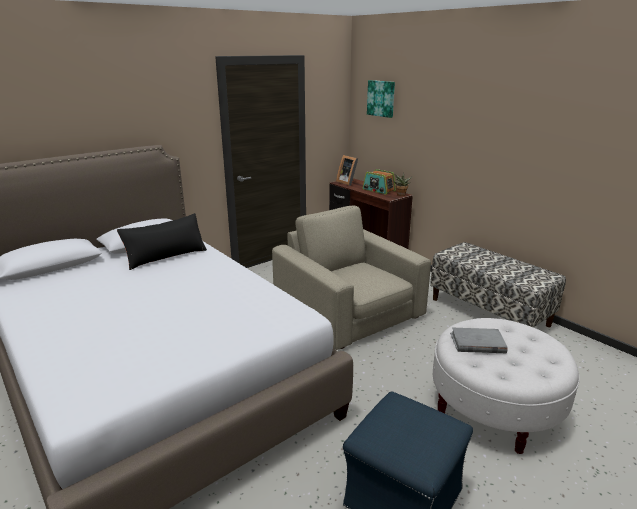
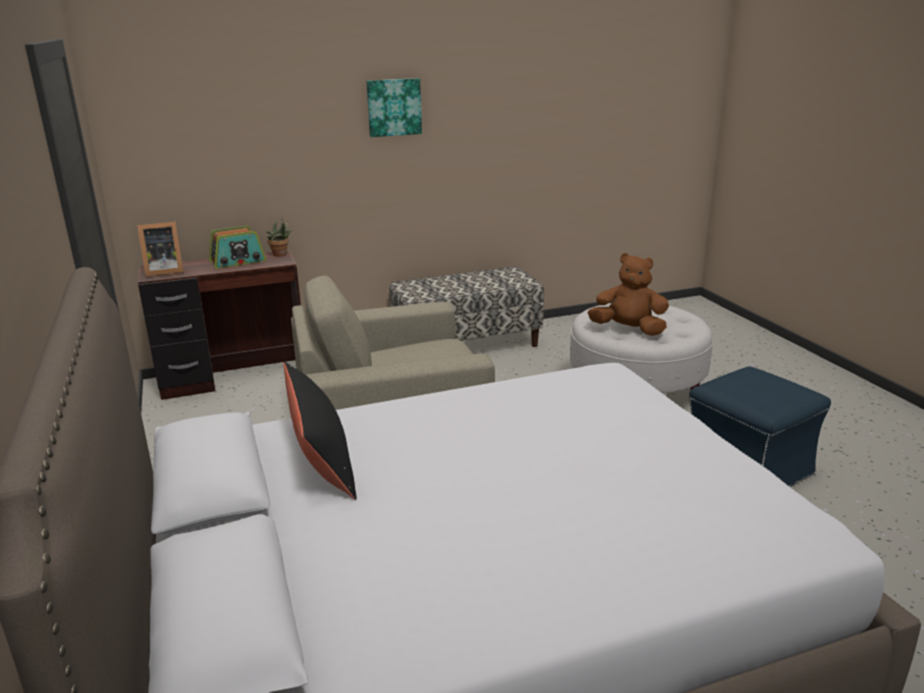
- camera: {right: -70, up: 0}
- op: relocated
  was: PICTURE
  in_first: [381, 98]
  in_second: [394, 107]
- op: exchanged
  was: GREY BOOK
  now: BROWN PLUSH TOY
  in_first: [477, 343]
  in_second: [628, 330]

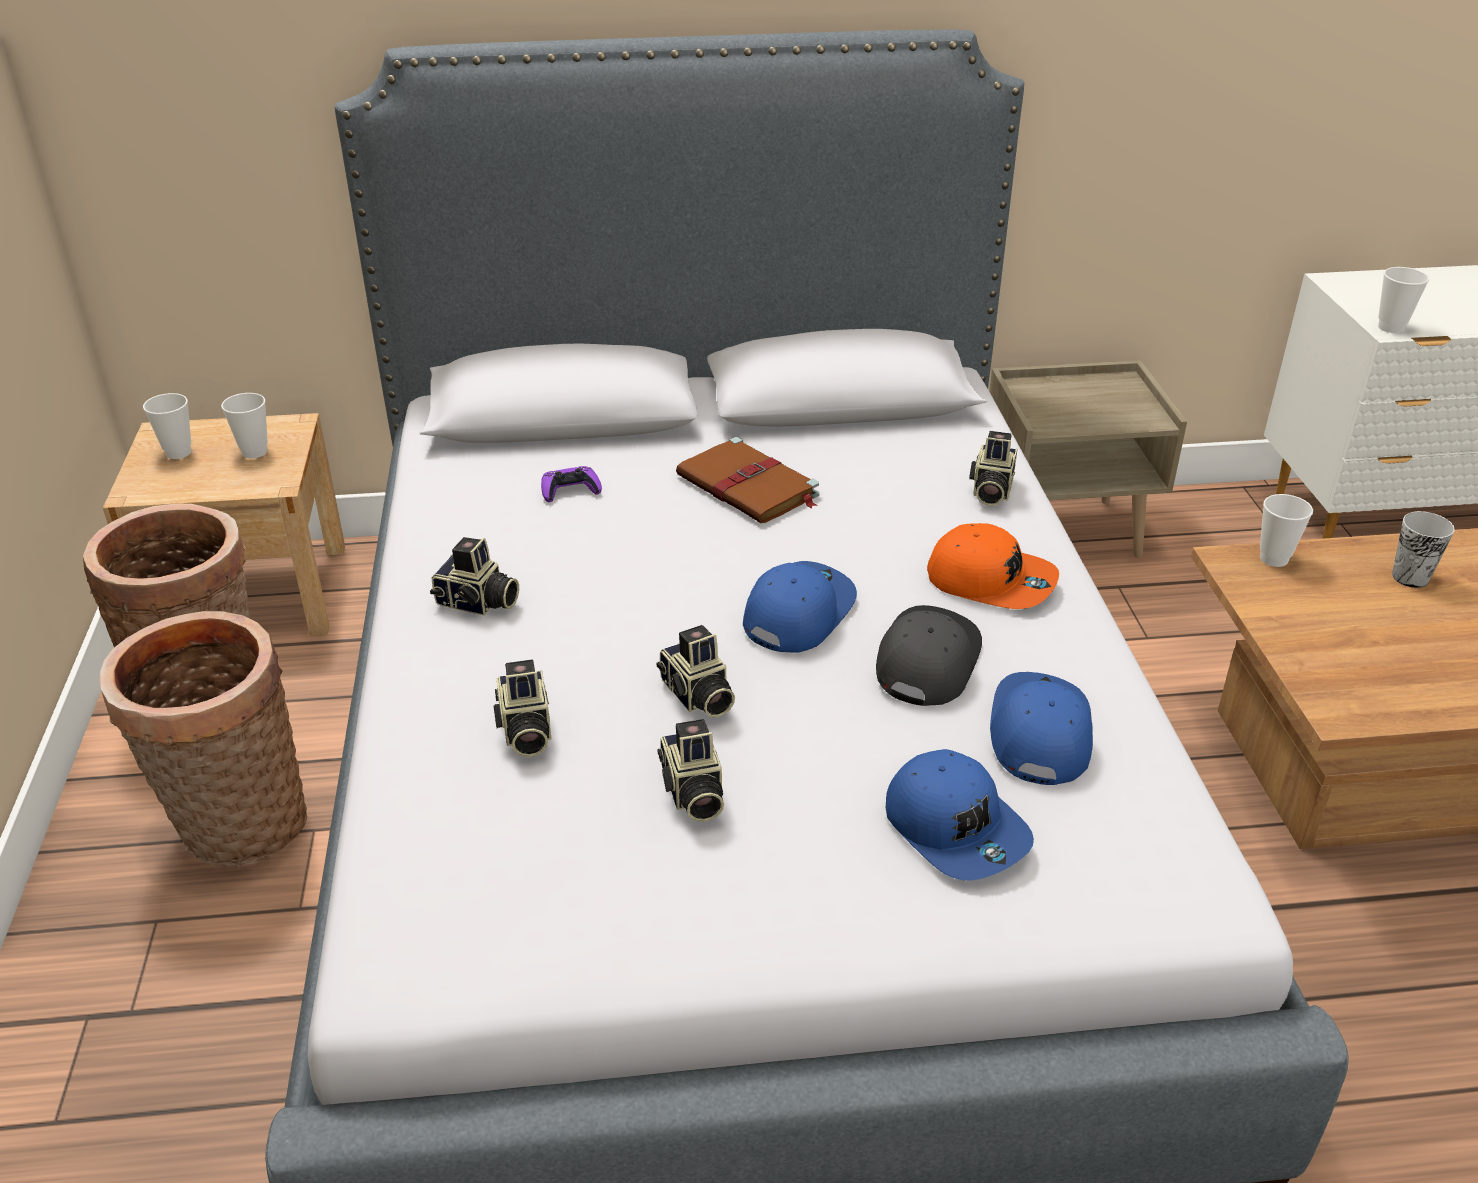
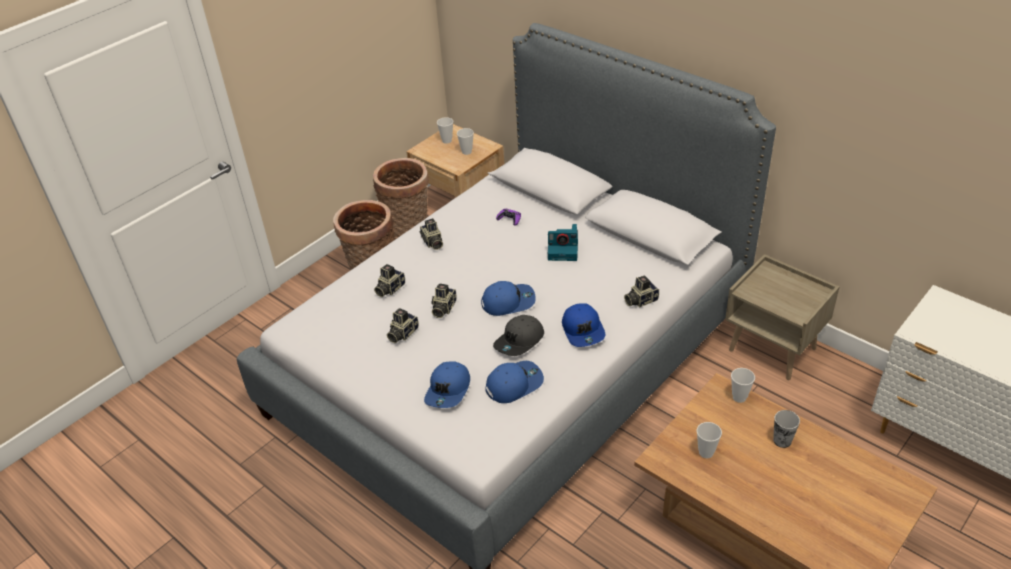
- camera: {right: 50, up: 5}
- op: relocated
  was: CUP
  in_first: [1391, 327]
  in_second: [706, 452]
- op: exchanged
  was: BROWN BOOK
  now: PHOTO CAMERA
  in_first: [749, 487]
  in_second: [564, 250]
- op: colour
  was: ORANGE CAP
  now: BLUE CAP
  in_first: [991, 580]
  in_second: [583, 330]
- op: spun
  was: GREY CAP
  in_first: [926, 661]
  in_second: [520, 341]
  clockwise: 150

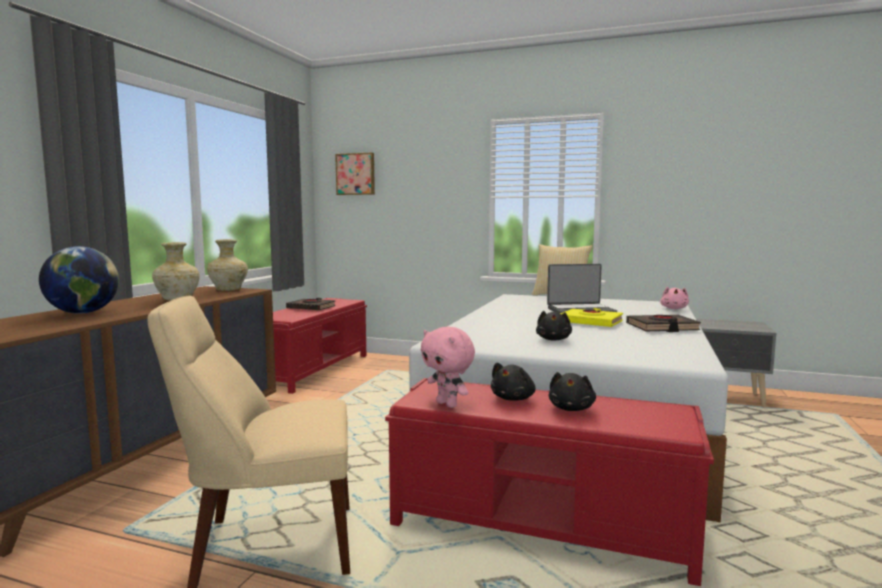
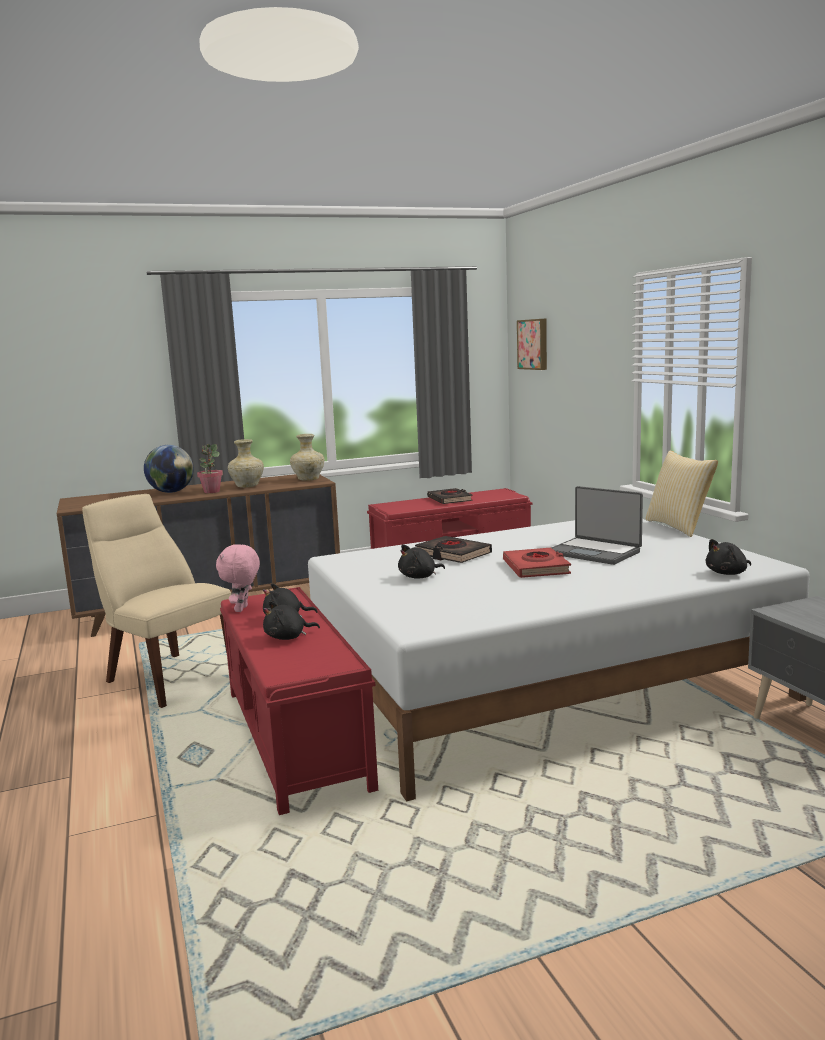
- camera: {right: 50, up: 5}
- op: appeared
  now: POTTED PLANT
  in_second: [211, 491]
- op: relocated
  was: BLACK BOOK
  in_first: [662, 328]
  in_second: [453, 554]
- op: colour
  was: YELLOW BOOK
  now: RED BOOK
  in_first: [590, 322]
  in_second: [536, 568]
- op: colour
  was: PINK PLUSH TOY
  now: BLACK PLUSH TOY
  in_first: [674, 308]
  in_second: [728, 573]

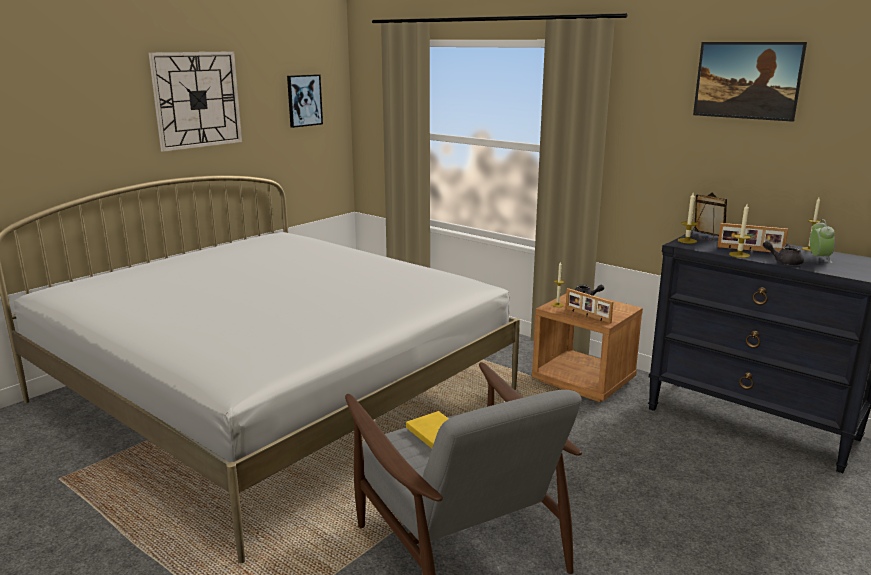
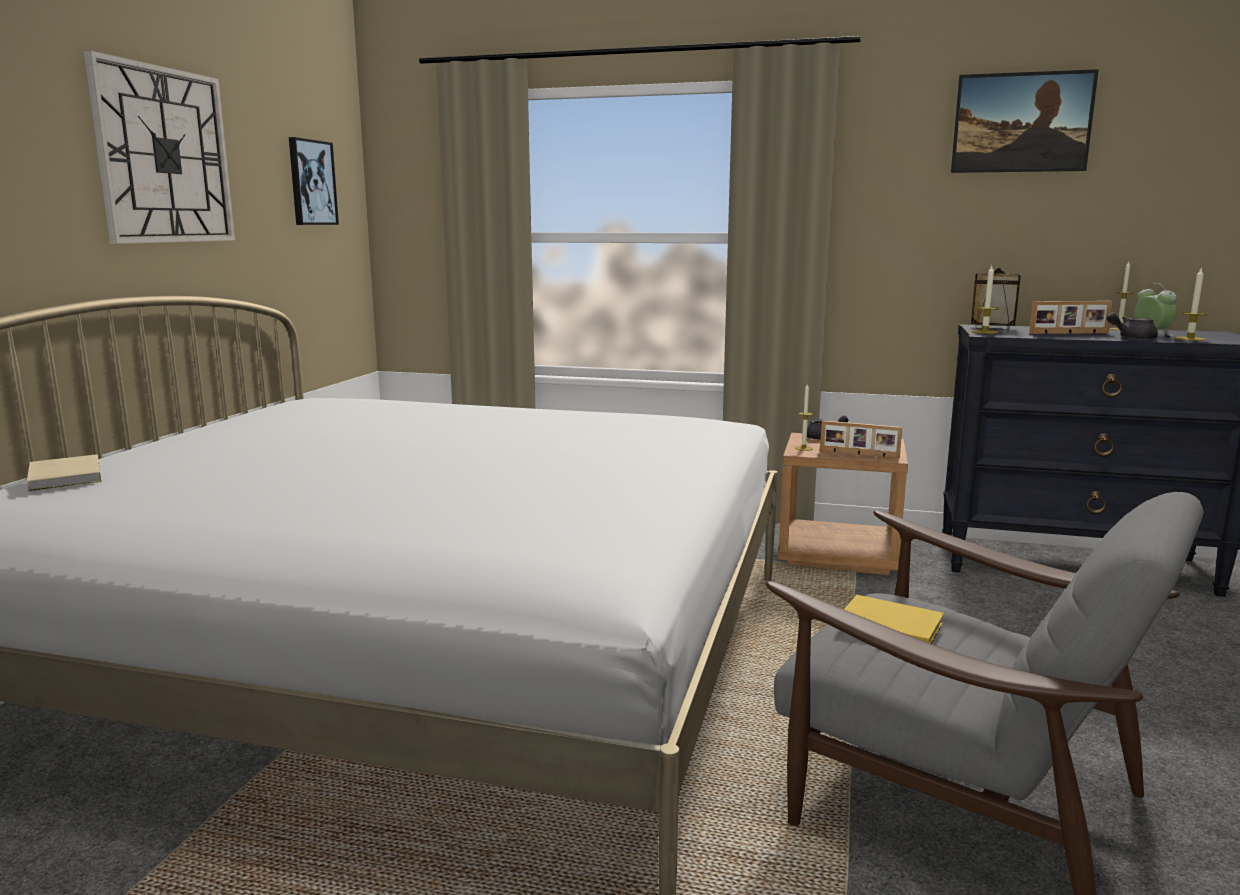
- camera: {right: -25, up: -5}
- op: appeared
  now: BEIGE BOOK
  in_second: [67, 476]
- op: relocated
  was: CANDLE
  in_first: [739, 255]
  in_second: [1190, 339]

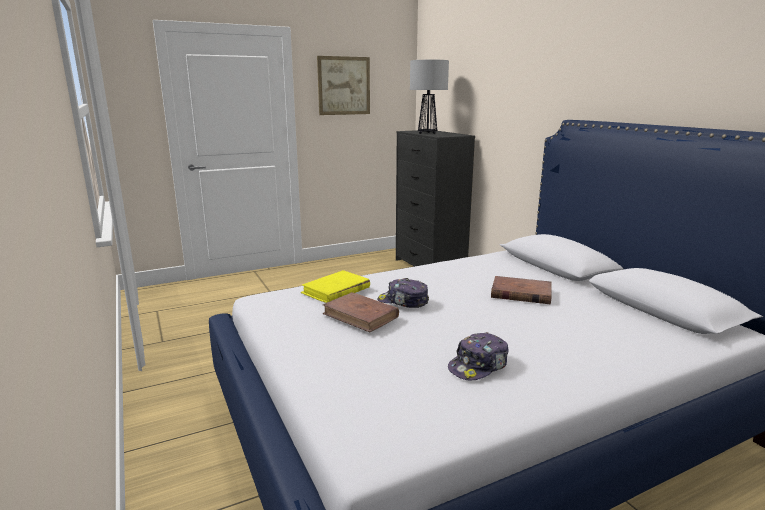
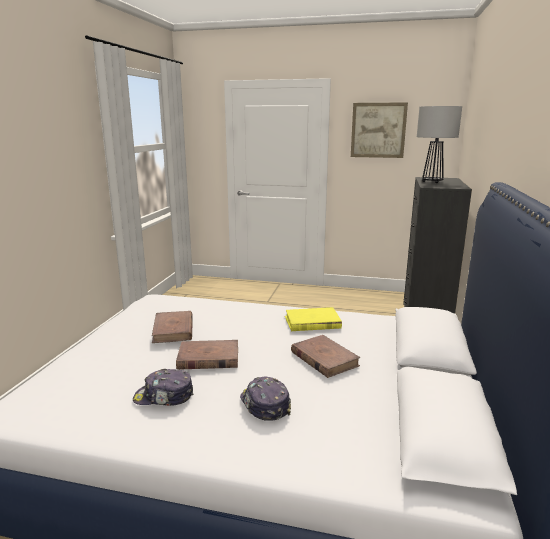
- camera: {right: 40, up: 0}
- op: appeared
  now: BROWN BOOK
  in_second: [208, 358]
- op: relocated
  was: YELLOW BOOK
  in_first: [336, 290]
  in_second: [312, 322]
- op: relocated
  was: CAP
  in_first: [403, 302]
  in_second: [264, 405]

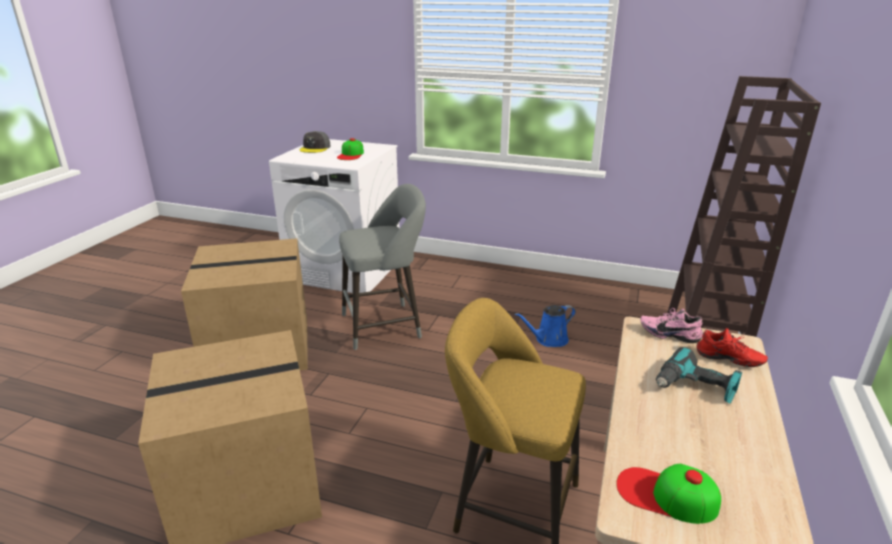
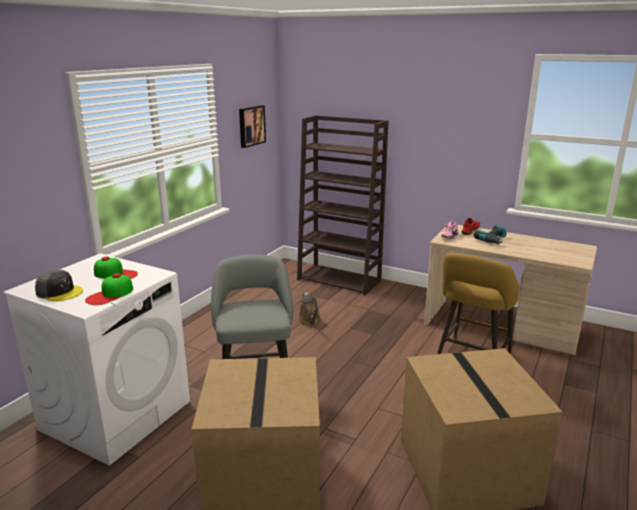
- camera: {right: -80, up: -5}
- op: appeared
  now: PICTURE
  in_second: [251, 126]
- op: relocated
  was: CAP
  in_first: [666, 495]
  in_second: [110, 294]
- op: colour
  was: BLUE WATERING CAN
  now: BROWN WATERING CAN
  in_first: [549, 340]
  in_second: [310, 322]

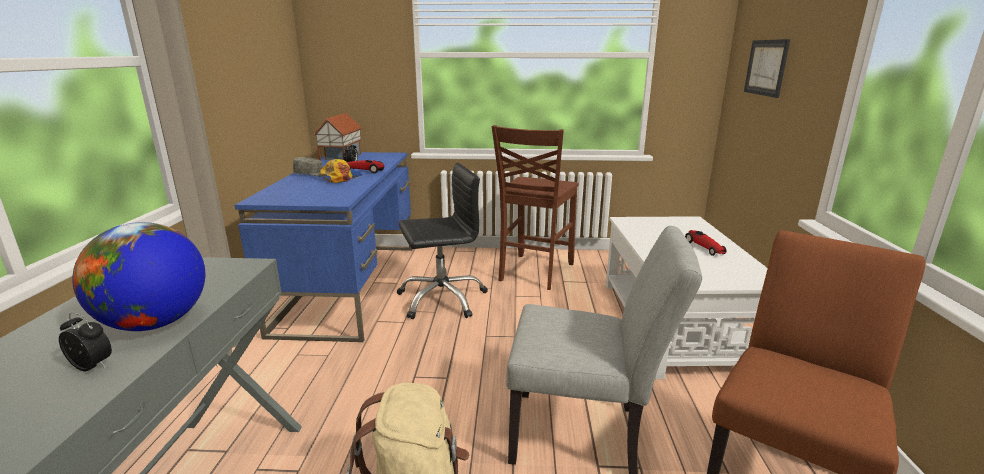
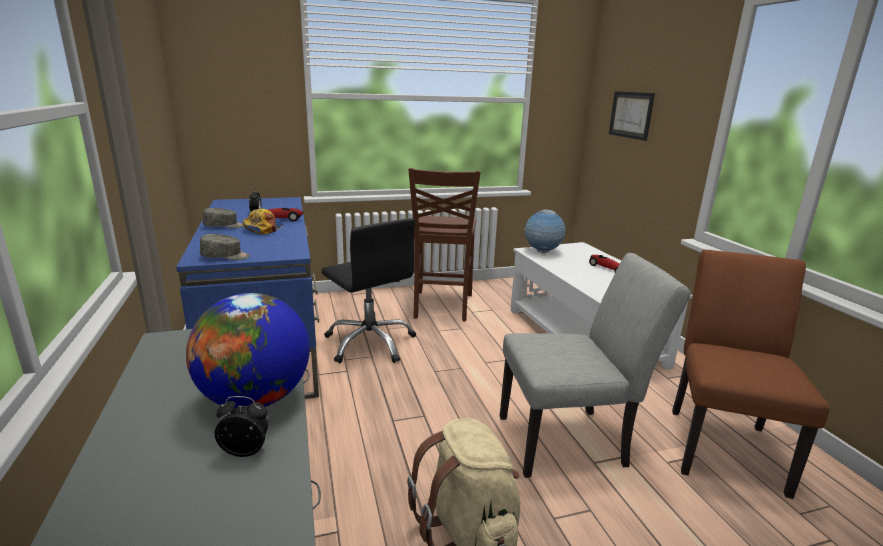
- camera: {right: -20, up: 0}
- op: missing
  was: TOY HOUSE
  in_first: [340, 157]
- op: appeared
  now: GREY CAP
  in_second: [225, 257]
- op: appeared
  now: GLOBE
  in_second: [542, 252]
- op: spun
  was: BLACK OFFICE CHAIR
  in_first: [442, 299]
  in_second: [370, 343]
  clockwise: 90

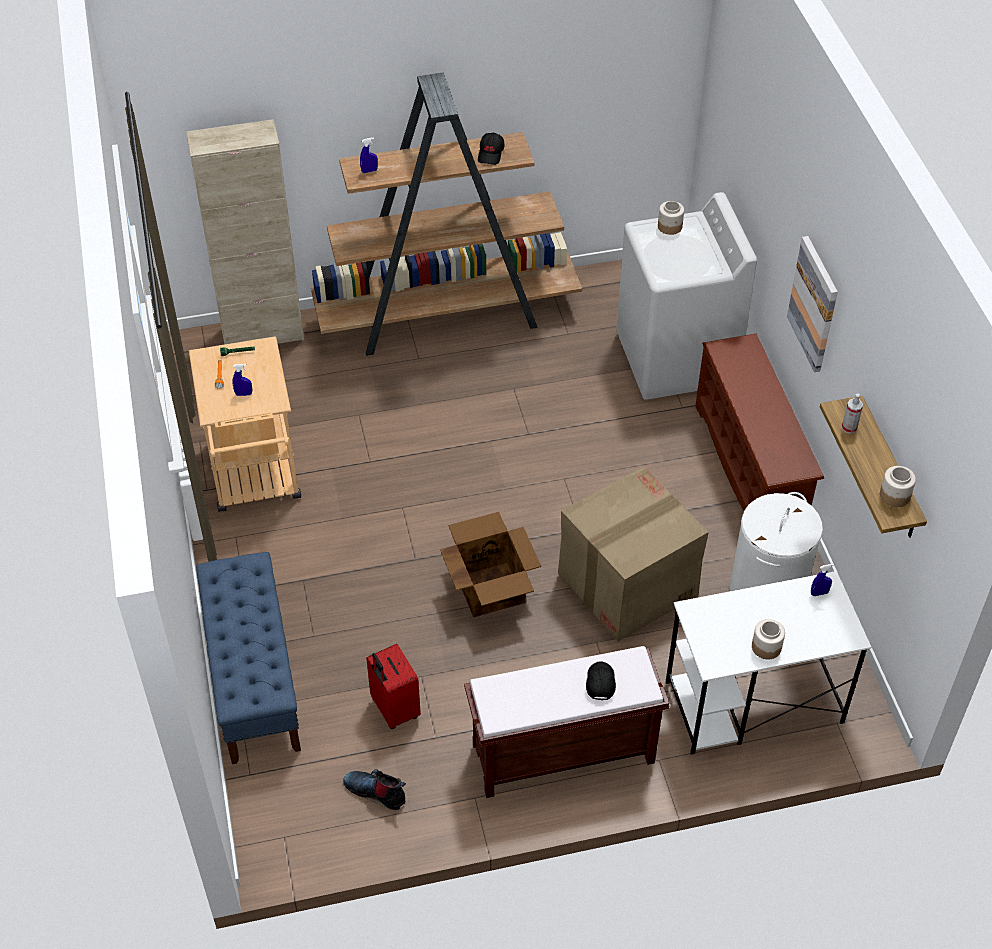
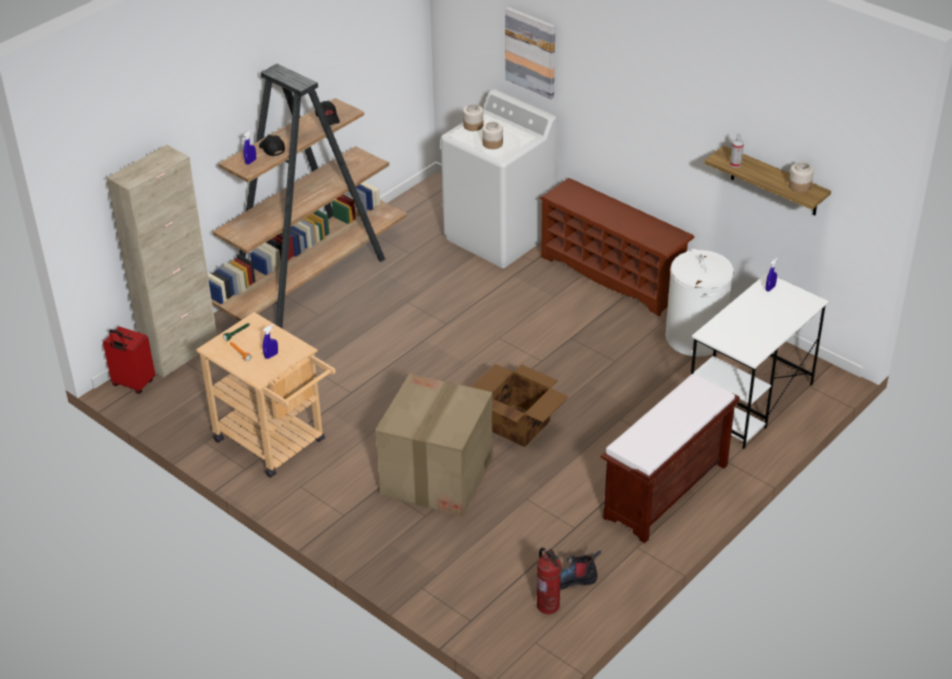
- camera: {right: -35, up: -10}
- op: missing
  was: BLUE BENCH
  in_first: [253, 679]
- op: appeared
  now: FIRE EXTINGUISHER
  in_second: [548, 605]
- op: relocated
  was: RED SUITCASE
  in_first: [394, 709]
  in_second: [133, 384]
- op: relocated
  was: CARDBOARD BOX
  in_first: [626, 584]
  in_second: [436, 476]
- op: relocated
  was: BLACK CAP
  in_first: [600, 683]
  in_second: [271, 149]
- op: relocated
  was: JAR
  in_first: [766, 647]
  in_second: [492, 143]
- op: relocated
  was: PICTURE
  in_first: [814, 304]
  in_second: [531, 52]

